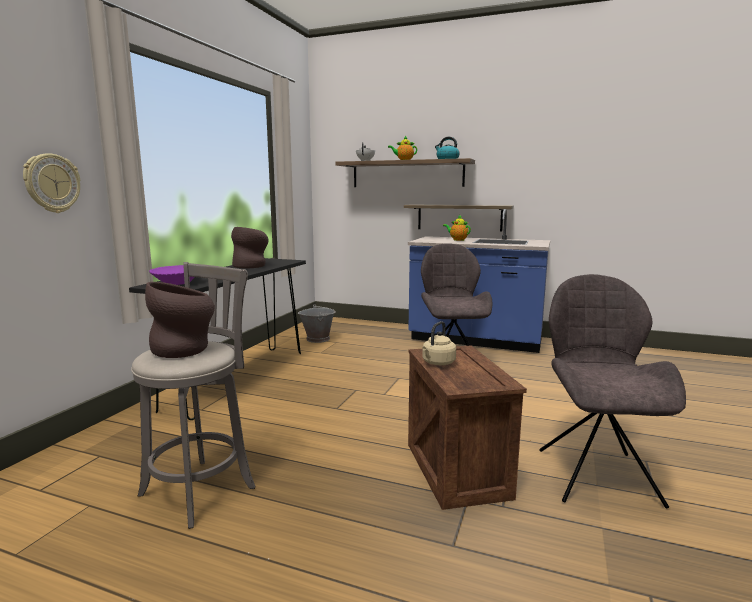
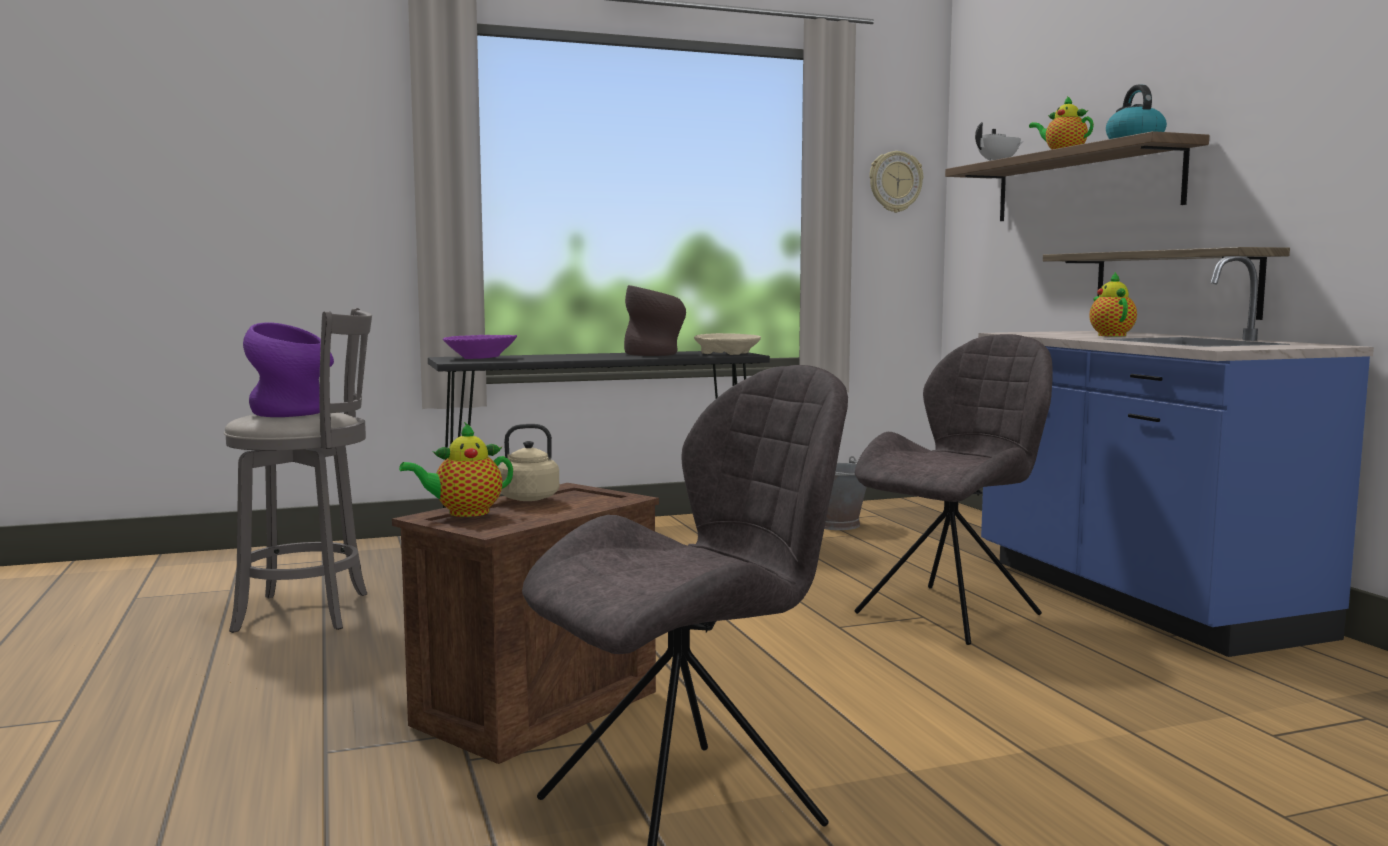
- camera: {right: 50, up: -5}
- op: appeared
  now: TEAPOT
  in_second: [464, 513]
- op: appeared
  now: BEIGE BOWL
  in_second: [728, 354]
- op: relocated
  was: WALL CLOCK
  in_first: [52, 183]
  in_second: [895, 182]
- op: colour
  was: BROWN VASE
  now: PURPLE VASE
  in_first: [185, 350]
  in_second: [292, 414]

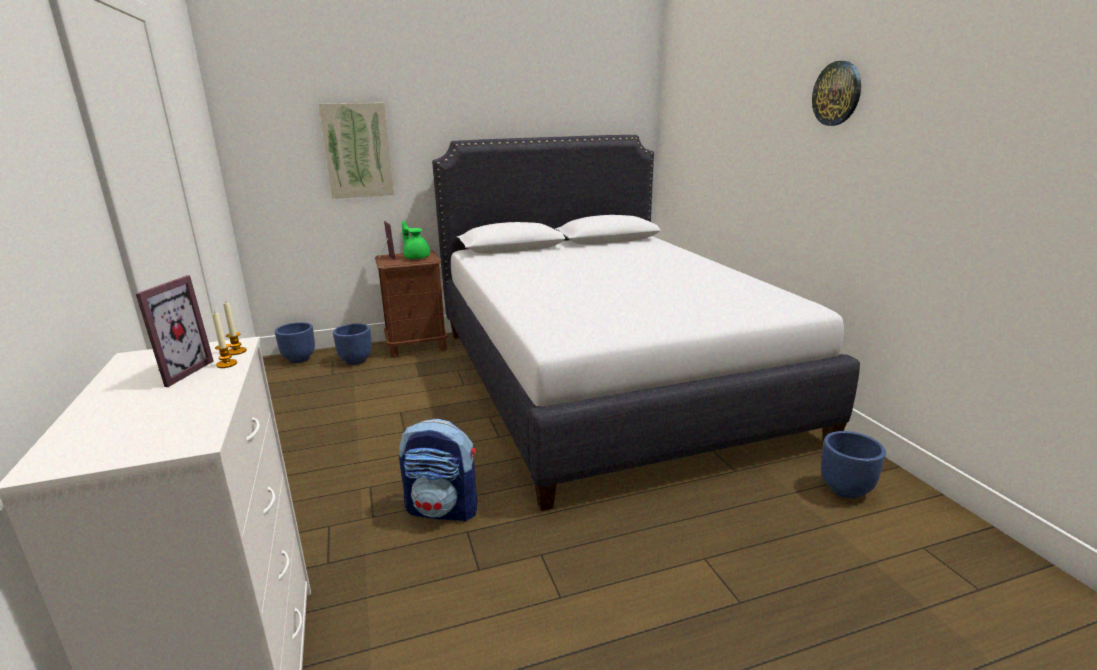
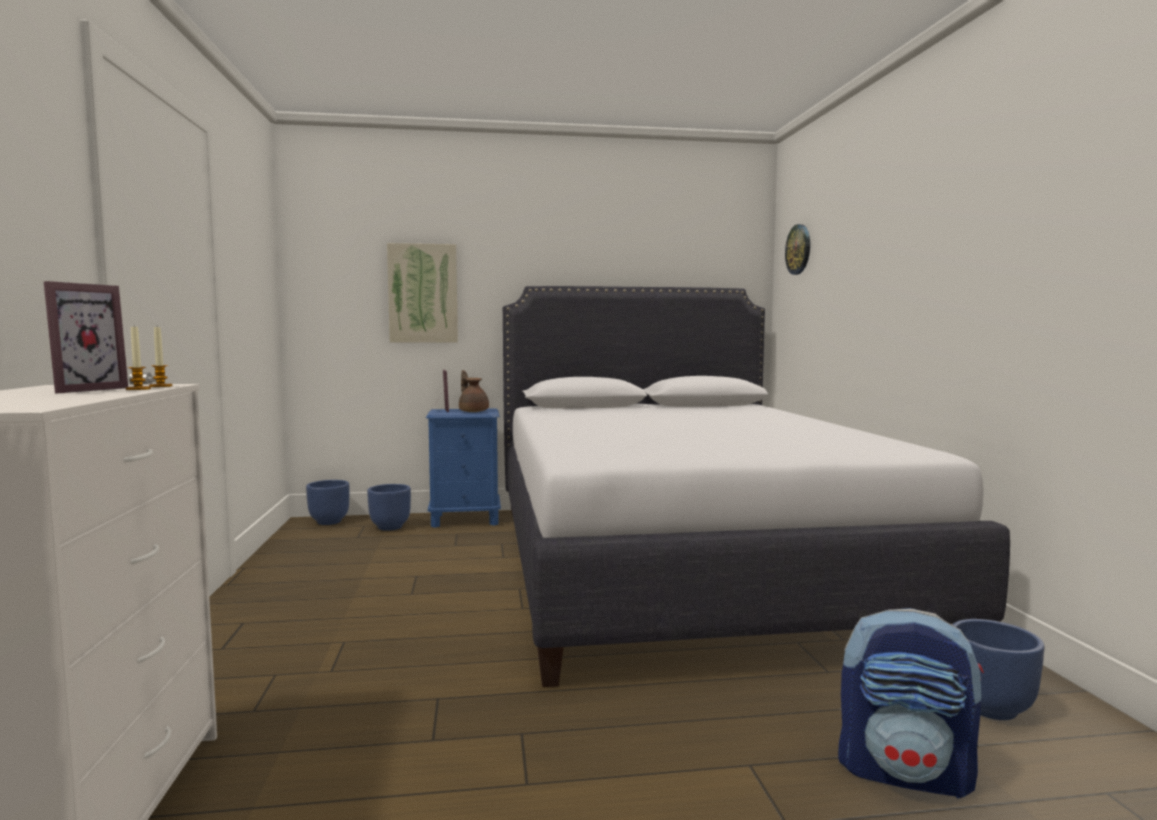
- camera: {right: 10, up: -15}
- op: relocated
  was: BACKPACK
  in_first: [443, 509]
  in_second: [905, 773]
- op: relocated
  was: WALL CLOCK
  in_first: [837, 93]
  in_second: [798, 249]
- op: colour
  was: BROWN NIGHTSTAND
  now: BLUE NIGHTSTAND
  in_first: [417, 346]
  in_second: [465, 519]
- op: colour
  was: GREEN TEAPOT
  now: BROWN TEAPOT
  in_first: [416, 257]
  in_second: [473, 411]

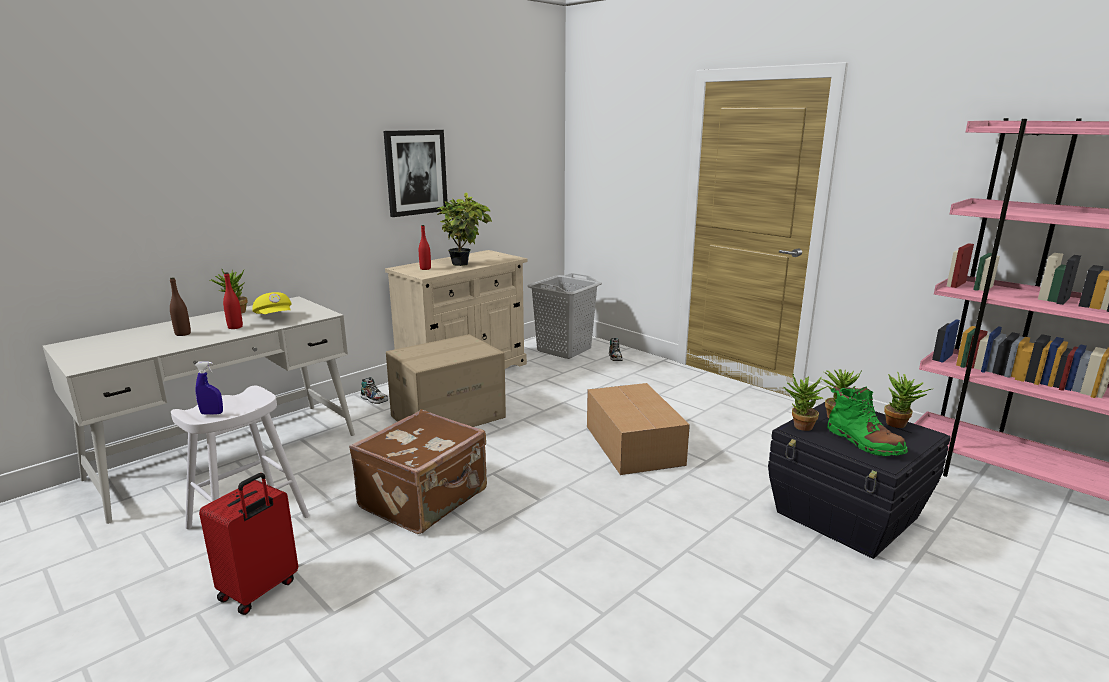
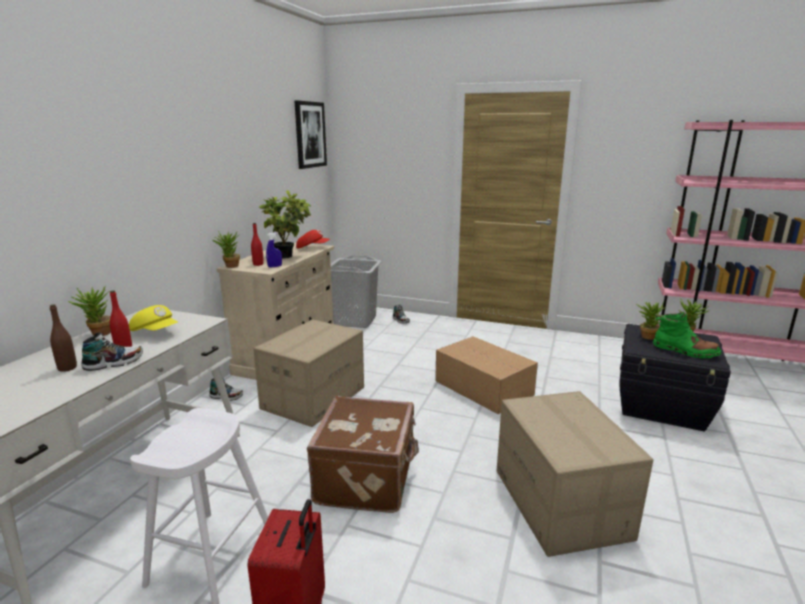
- camera: {right: -25, up: 0}
- op: appeared
  now: SHOE
  in_second: [114, 363]
- op: appeared
  now: RED CAP
  in_second: [312, 247]
- op: appeared
  now: CARDBOARD BOX
  in_second: [561, 503]
- op: relocated
  was: BLUE SPRAY BOTTLE
  in_first: [212, 413]
  in_second: [275, 266]
- op: relocated
  was: PICTURE
  in_first: [416, 172]
  in_second: [310, 135]
- op: relocated
  was: POTTED PLANT
  in_first: [800, 427]
  in_second: [229, 266]

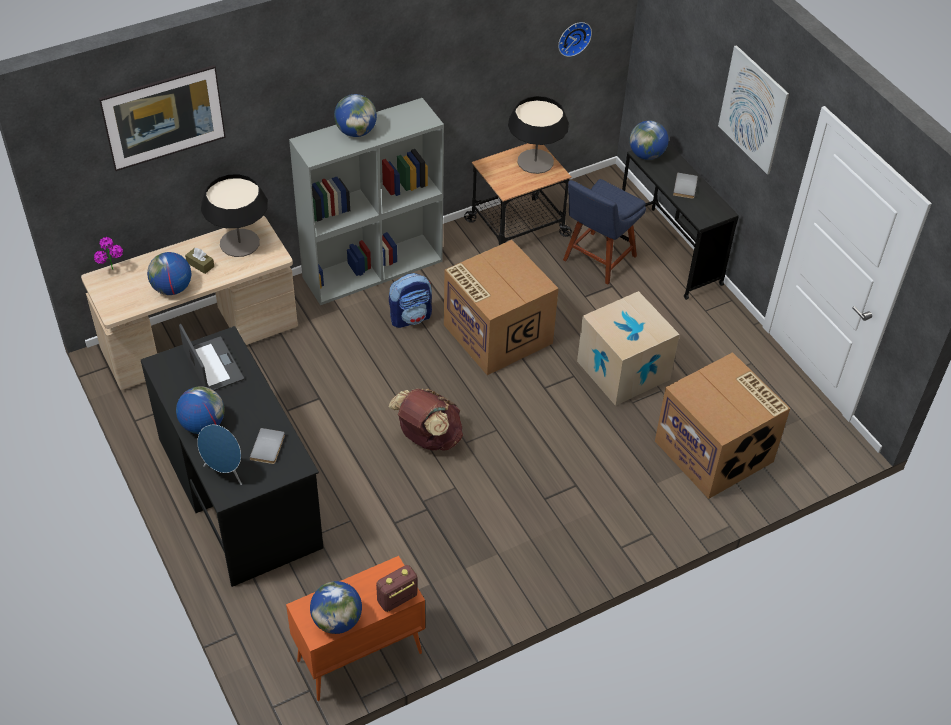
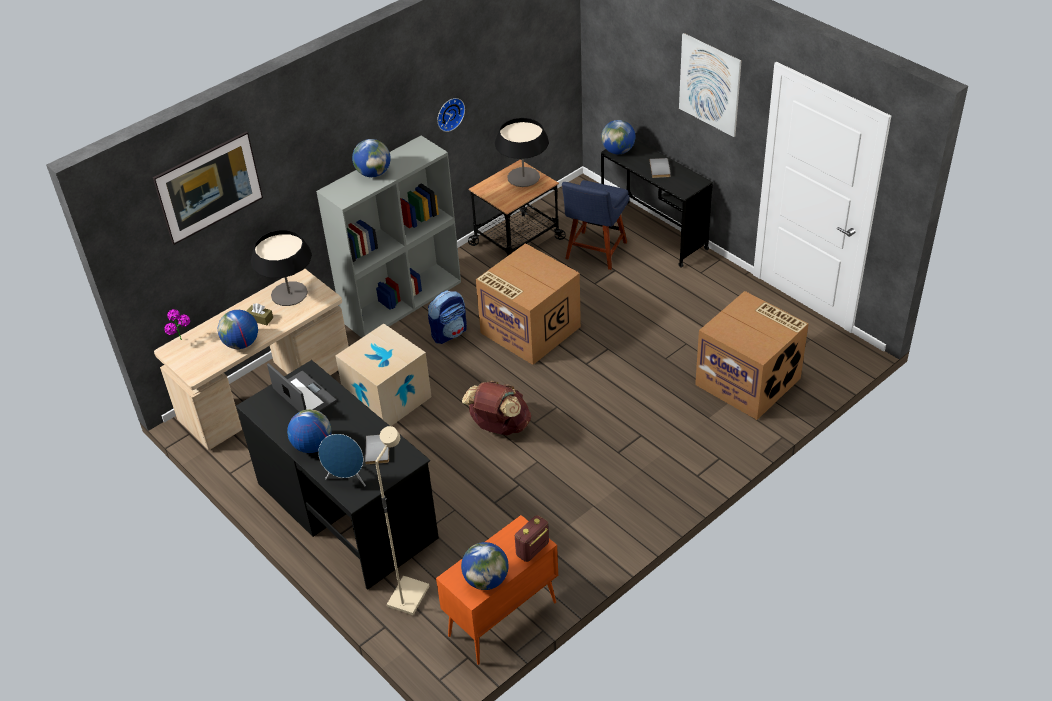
- camera: {right: -10, up: -5}
- op: appeared
  now: BEIGE FLOOR LAMP
  in_second: [407, 596]
- op: relocated
  was: WALL CLOCK
  in_first: [573, 37]
  in_second: [449, 113]
- op: relocated
  was: CARDBOARD BOX
  in_first: [623, 370]
  in_second: [387, 398]

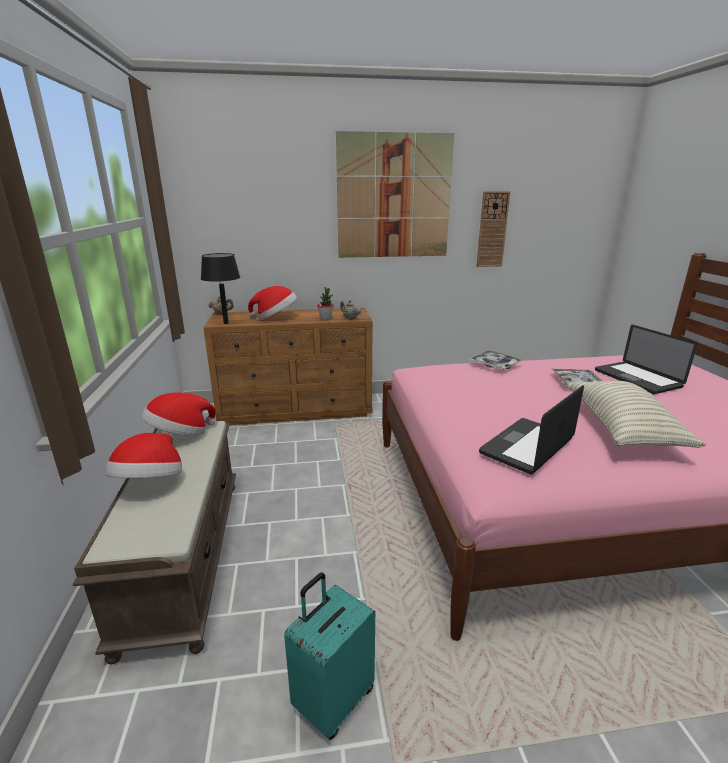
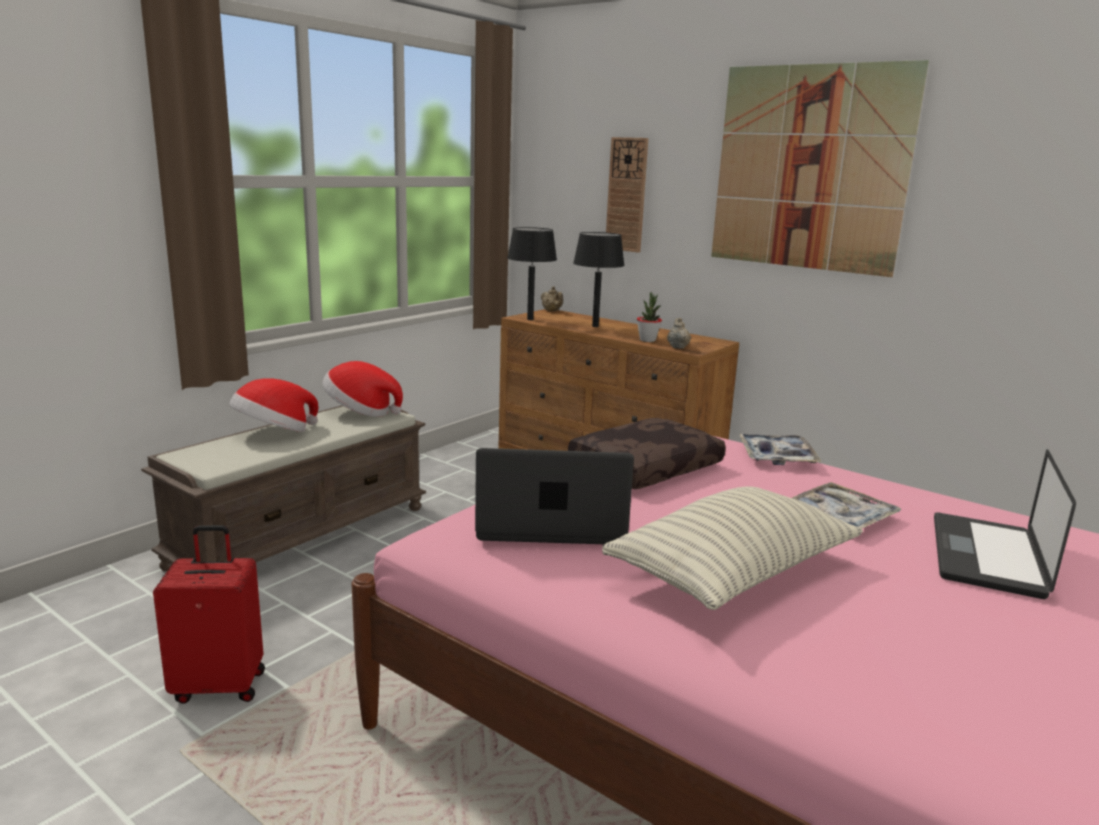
- camera: {right: 45, up: -5}
- op: appeared
  now: BROWN PILLOW
  in_second: [644, 467]
- op: relocated
  was: WALL CLOCK
  in_first: [492, 230]
  in_second: [626, 195]
- op: exchanged
  was: HAT
  now: BLACK TABLE LAMP
  in_first: [275, 317]
  in_second: [595, 326]
- op: colour
  was: TURQUOISE SUITCASE
  now: RED SUITCASE
  in_first: [333, 699]
  in_second: [220, 685]

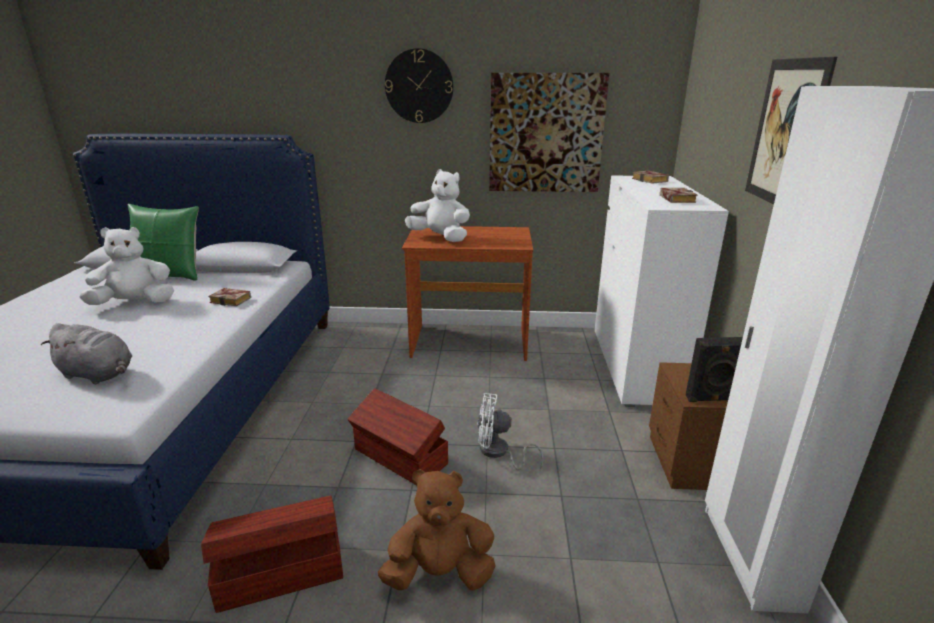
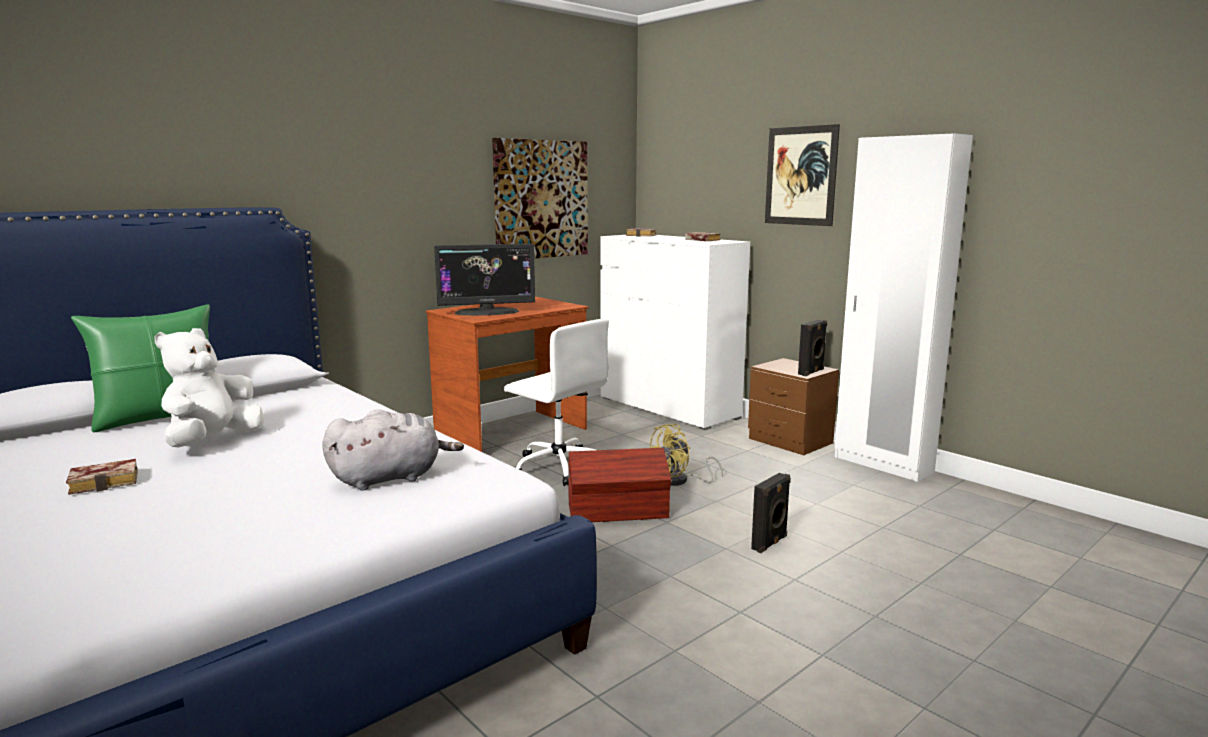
- camera: {right: -45, up: -10}
- op: missing
  was: BROWN STORAGE BOX
  in_first: [279, 571]
- op: missing
  was: WALL CLOCK
  in_first: [419, 86]
- op: appeared
  now: WHITE OFFICE CHAIR
  in_second: [558, 467]
- op: relocated
  was: BOOK
  in_first: [232, 300]
  in_second: [107, 481]
- op: exchanged
  was: BROWN PLUSH TOY
  now: BLACK SPEAKER
  in_first: [440, 573]
  in_second: [770, 543]
- op: exchanged
  was: WHITE PLUSH TOY
  now: MONITOR
  in_first: [440, 238]
  in_second: [487, 312]
- op: colour
  was: WHITE FAN
  now: YELLOW FAN
  in_first: [498, 453]
  in_second: [680, 481]

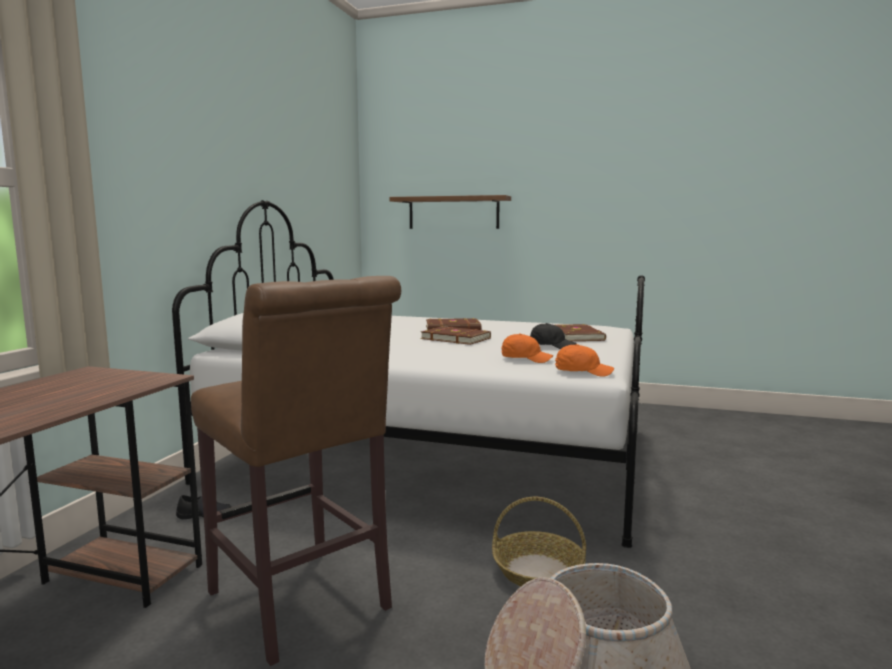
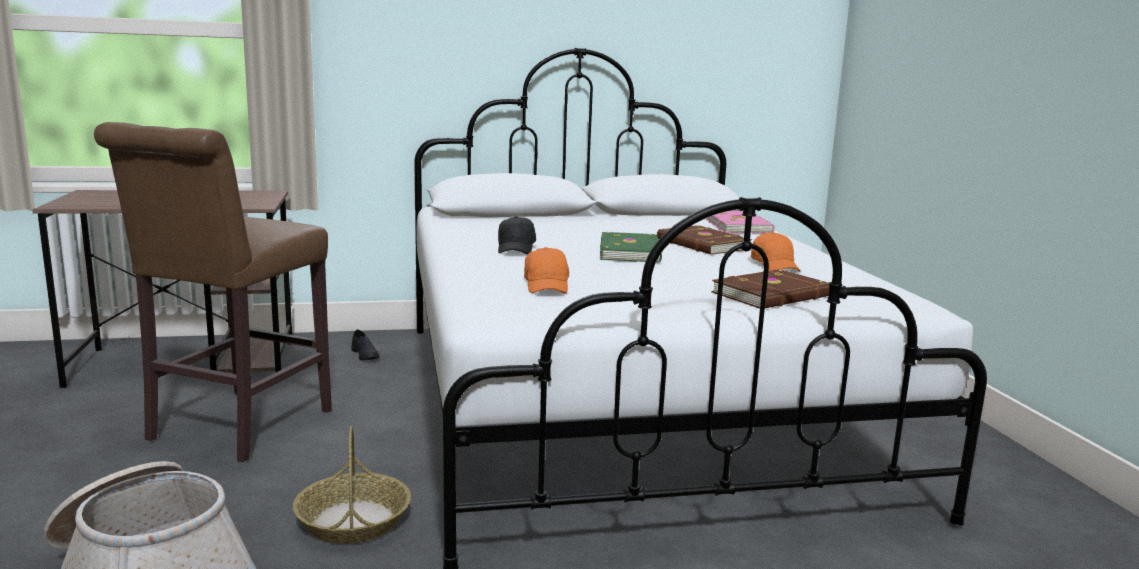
- camera: {right: 60, up: 5}
- op: missing
  was: BROWN SHELF
  in_first: [453, 213]
- op: appeared
  now: PINK BOOK
  in_second: [739, 226]
- op: relocated
  was: BLACK CAP
  in_first: [552, 346]
  in_second: [516, 249]
- op: relocated
  was: ORANGE CAP
  in_first: [582, 372]
  in_second: [774, 266]
- op: colour
  was: BROWN BOOK
  now: GREEN BOOK
  in_first: [456, 338]
  in_second: [631, 252]

